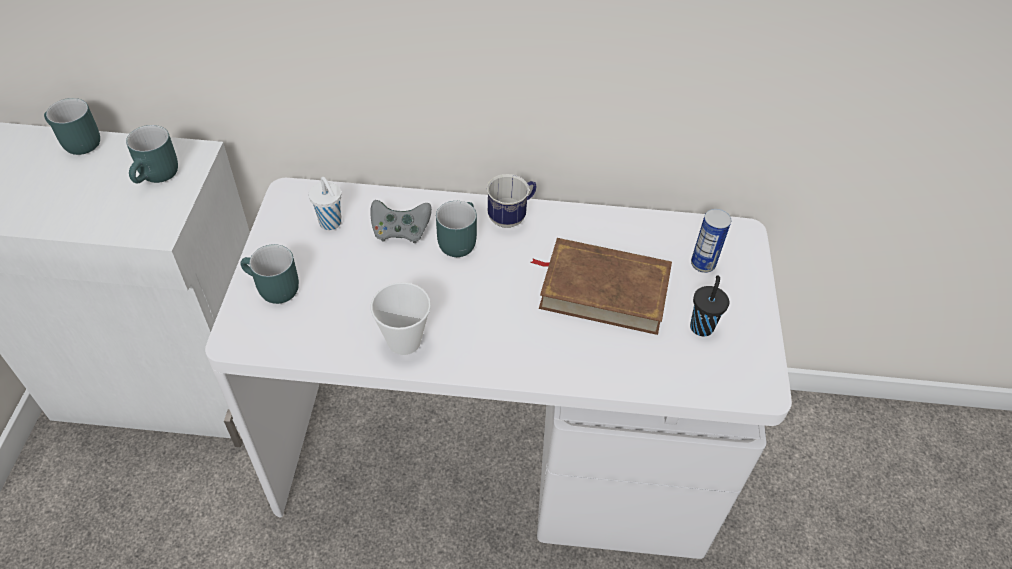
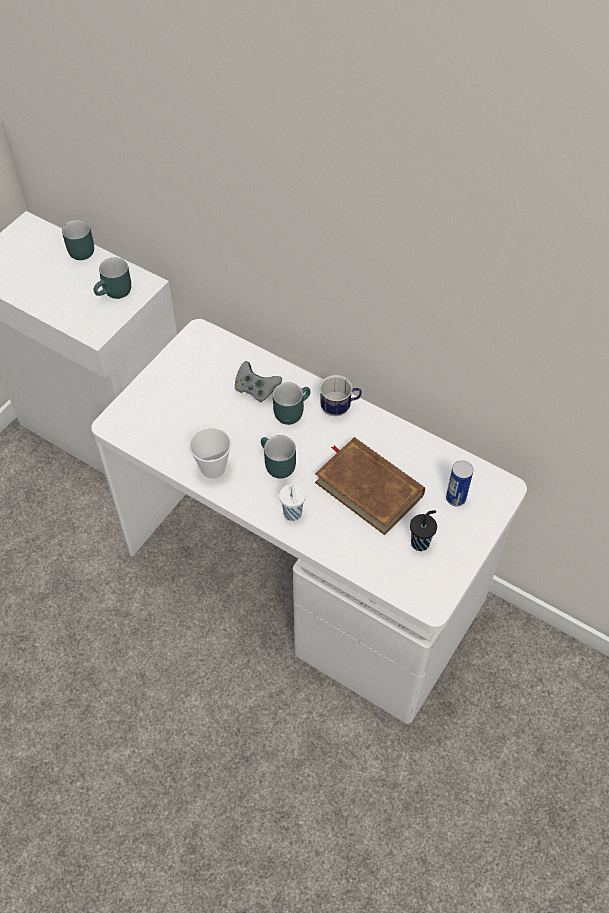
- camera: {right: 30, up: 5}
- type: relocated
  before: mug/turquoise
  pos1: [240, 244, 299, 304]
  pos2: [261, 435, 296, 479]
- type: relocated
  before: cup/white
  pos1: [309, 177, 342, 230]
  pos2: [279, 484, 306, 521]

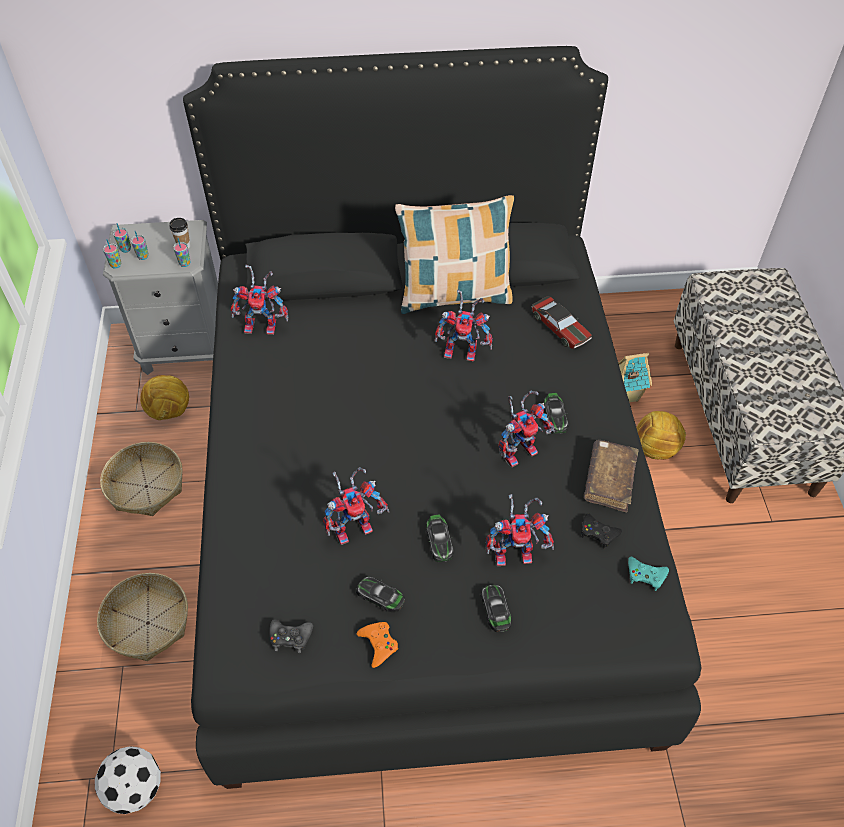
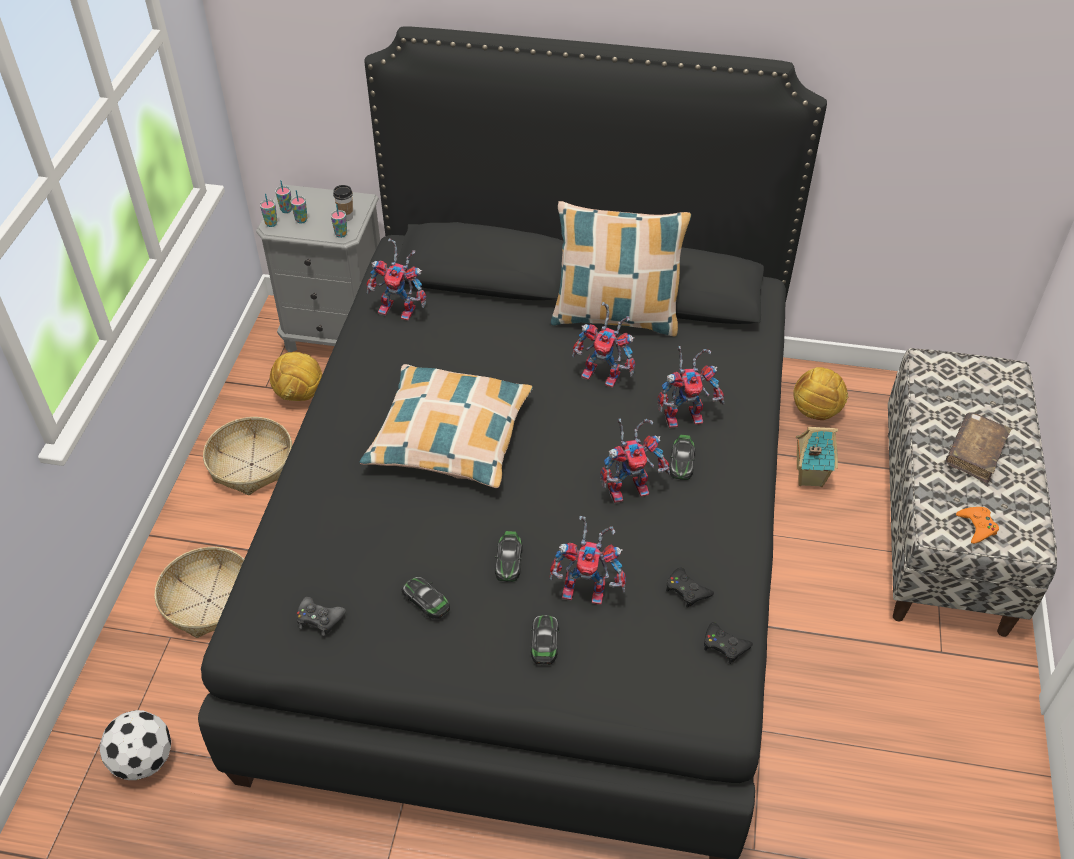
- camera: {right: 15, up: -5}
- type: relocated
  before: toy robot
  pos1: [323, 467, 389, 545]
  pos2: [658, 346, 724, 429]
- type: relocated
  before: game controller/orange
  pos1: [357, 622, 398, 668]
  pos2: [956, 507, 999, 544]
- type: missing
  before: toy car
  pos1: [532, 296, 592, 349]
- type: relocated
  before: book/brown
  pos1: [584, 440, 639, 512]
  pos2: [946, 412, 1011, 483]
- type: colour
  before: game controller/turquoise
  after: game controller/black
  pos1: [628, 557, 669, 591]
  pos2: [704, 622, 753, 664]
- type: relocated
  before: football
  pos1: [636, 411, 686, 460]
  pos2: [793, 367, 848, 420]
- type: appeared
  after: pillow
  pos2: [360, 364, 533, 488]

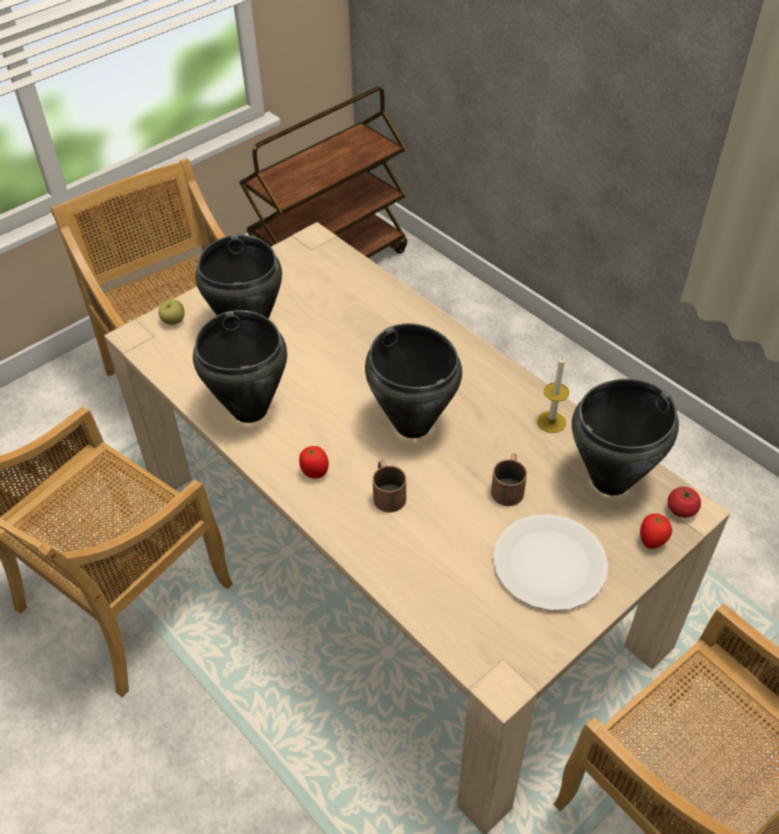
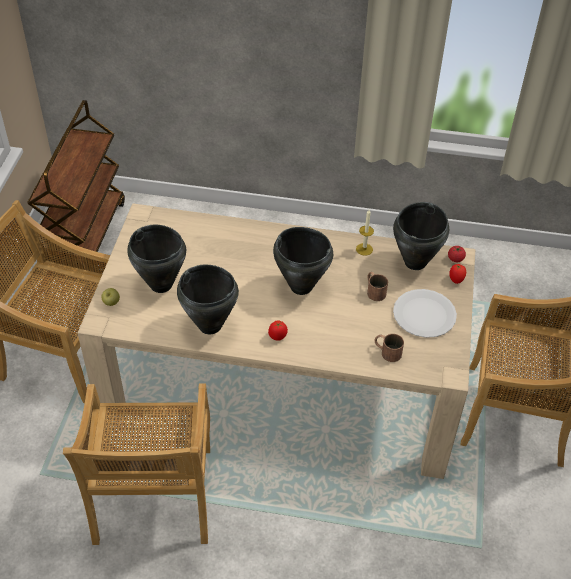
- camera: {right: -40, up: 0}
- type: relocated
  before: mug/brown
  pos1: [373, 460, 406, 512]
  pos2: [374, 334, 404, 362]

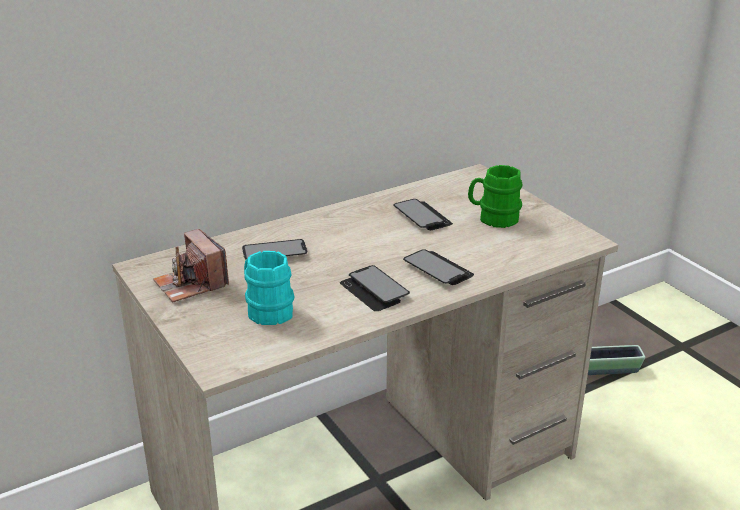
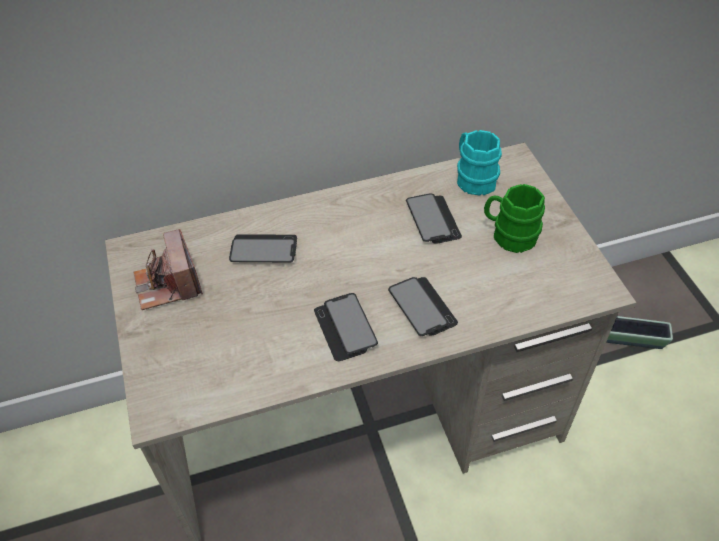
- camera: {right: 15, up: 20}
- type: relocated
  before: mug/turquoise
  pos1: [244, 251, 294, 325]
  pos2: [457, 130, 502, 196]

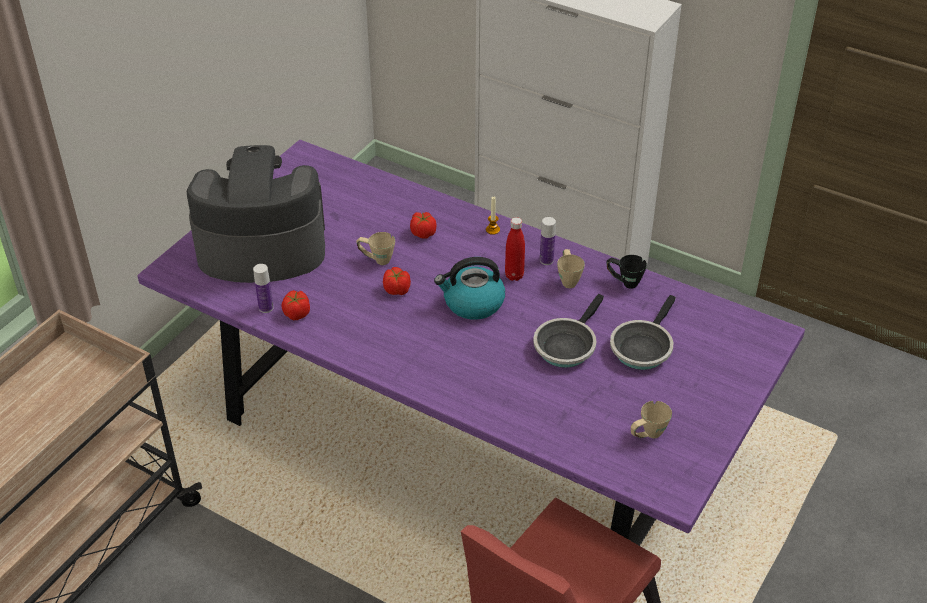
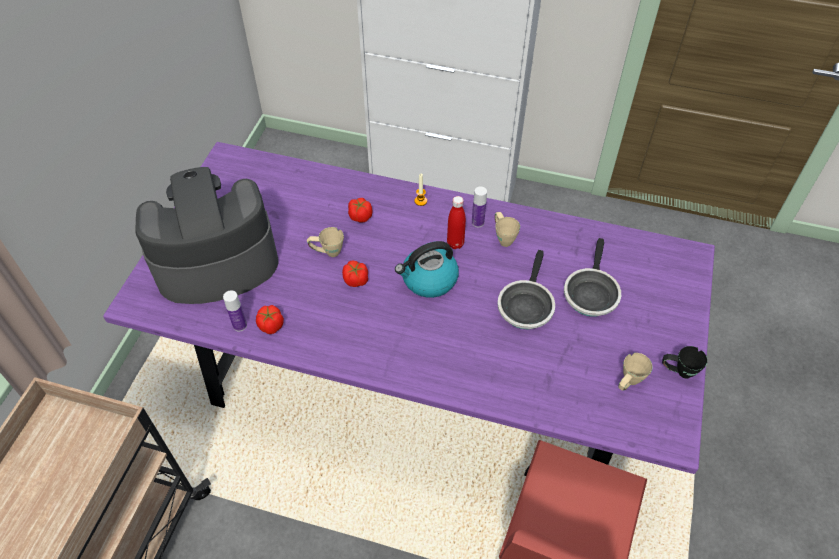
- camera: {right: -15, up: 10}
- type: relocated
  before: mug/black
  pos1: [606, 255, 647, 289]
  pos2: [662, 346, 707, 378]

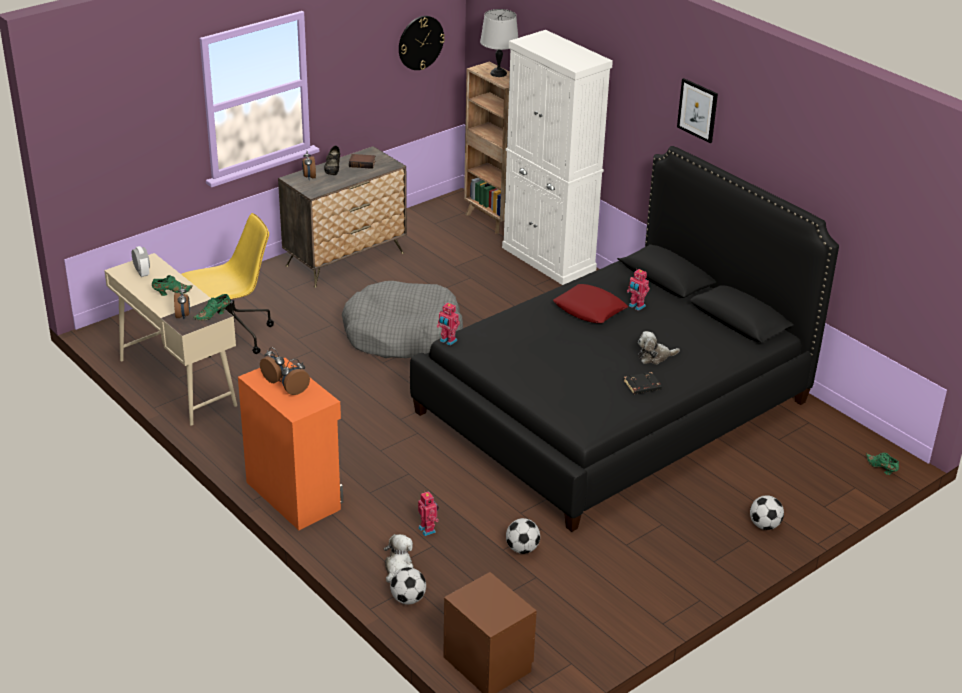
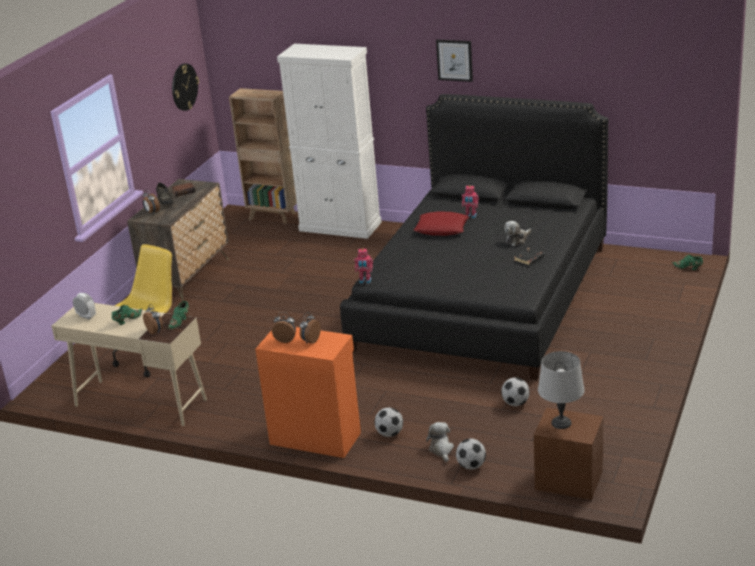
- camera: {right: -25, up: -5}
- type: missing
  before: dog bed/grey
  pos1: [342, 281, 463, 358]
- type: missing
  before: toy robot
  pos1: [418, 491, 439, 536]
- type: relocated
  before: table lamp/grey
  pos1: [480, 9, 518, 77]
  pos2: [538, 351, 584, 429]
- type: relocated
  before: football
  pos1: [750, 495, 784, 530]
  pos2: [375, 407, 403, 437]

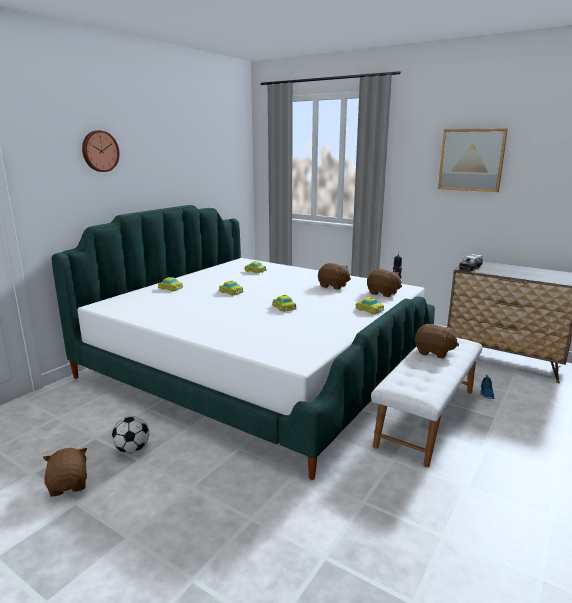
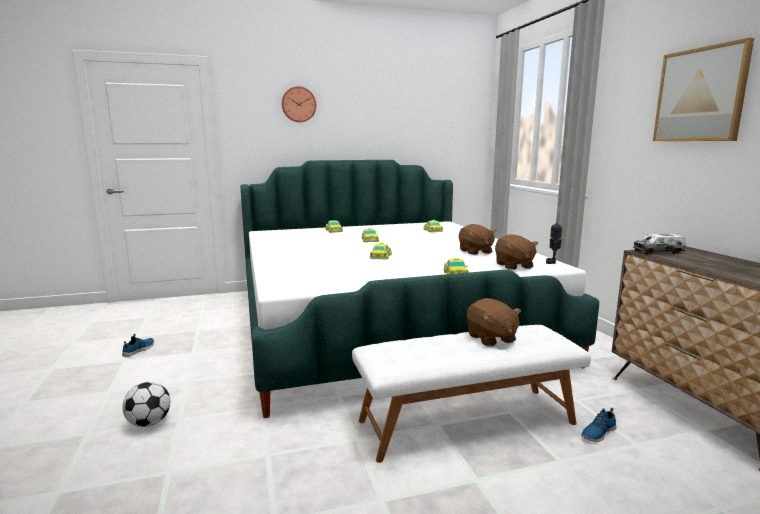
- camera: {right: 40, up: -5}
- type: exchanged
  before: plush toy/brown
  after: shoe
  pos1: [43, 448, 87, 496]
  pos2: [122, 334, 154, 357]
- type: relocated
  before: football
  pos1: [112, 416, 149, 453]
  pos2: [122, 382, 171, 427]

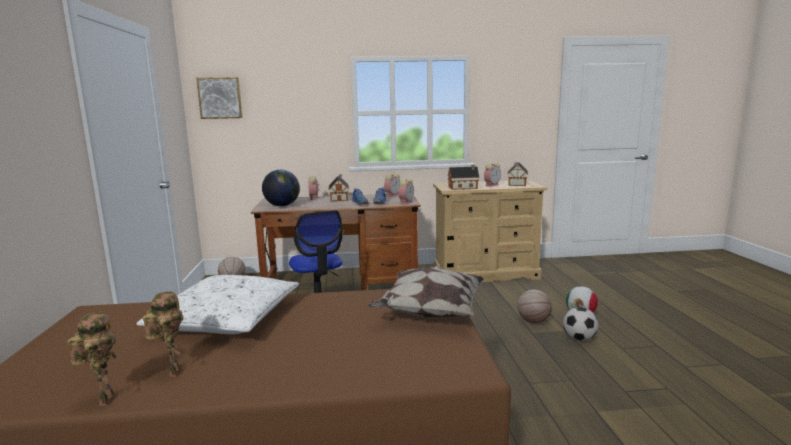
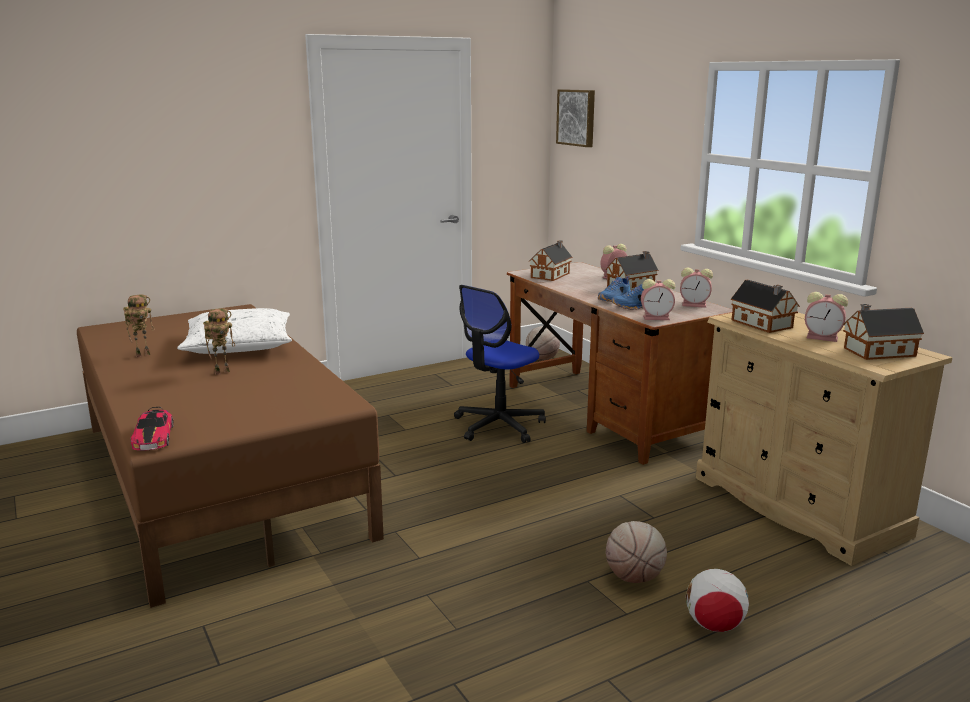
- camera: {right: 65, up: 5}
- type: relocated
  before: toy robot
  pos1: [67, 311, 117, 406]
  pos2: [203, 308, 235, 375]
- type: exchanged
  before: globe
  after: toy house
  pos1: [262, 170, 300, 206]
  pos2: [530, 240, 573, 281]
- type: missing
  before: pillow
  pos1: [368, 266, 484, 317]
- type: missing
  before: football
  pos1: [563, 307, 599, 341]
- type: appeared
  after: toy car
  pos2: [131, 407, 174, 451]

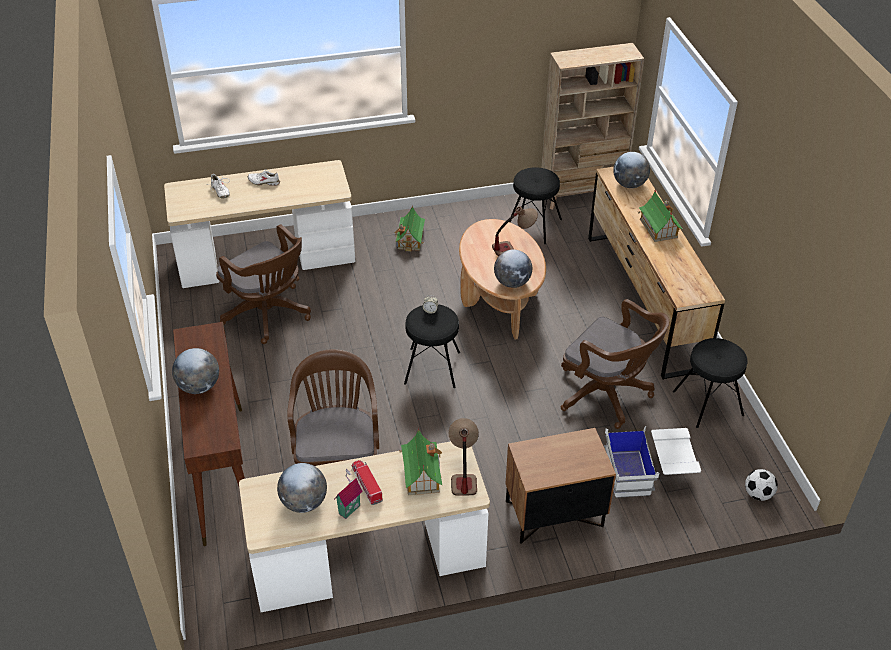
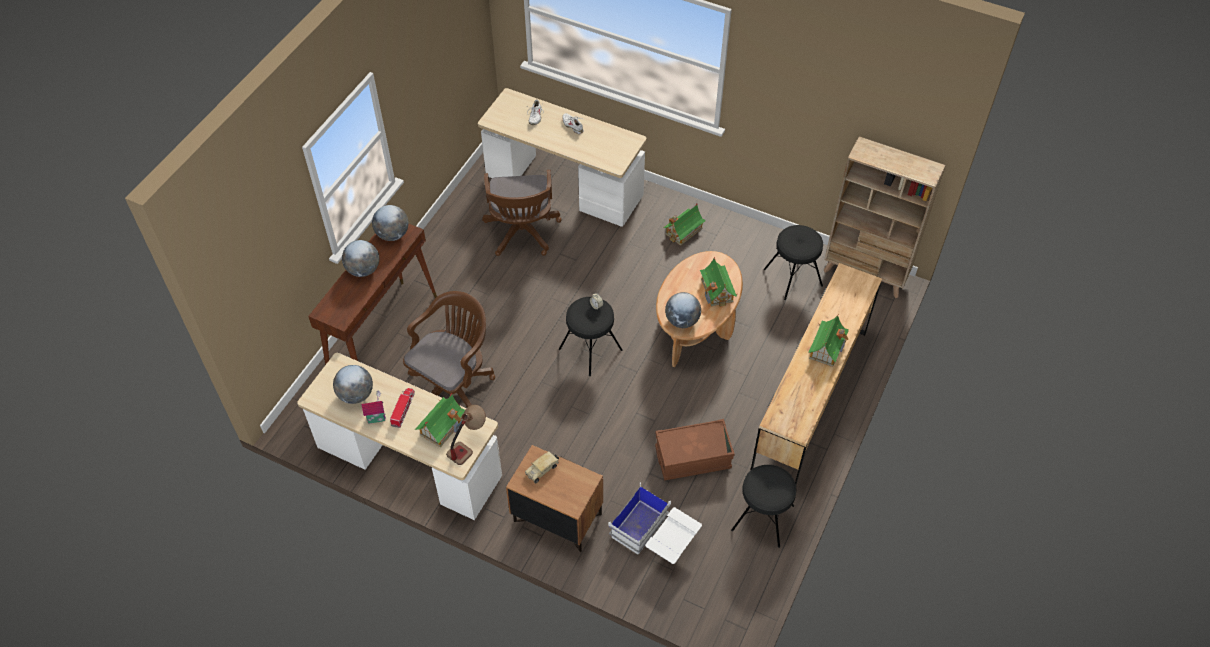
- camera: {right: 40, up: 10}
- type: exchanged
  before: table lamp
  after: toy house
  pos1: [492, 207, 538, 256]
  pos2: [700, 257, 737, 307]
- type: exchanged
  before: office chair/brown
  after: storage box/brown
  pos1: [561, 299, 669, 429]
  pos2: [655, 419, 735, 480]
- type: relocated
  before: globe
  pos1: [613, 152, 650, 188]
  pos2: [372, 205, 409, 241]
- type: missing
  before: football
  pos1: [745, 469, 778, 501]
- type: appeared
  after: toy truck
  pos2: [525, 451, 559, 484]

